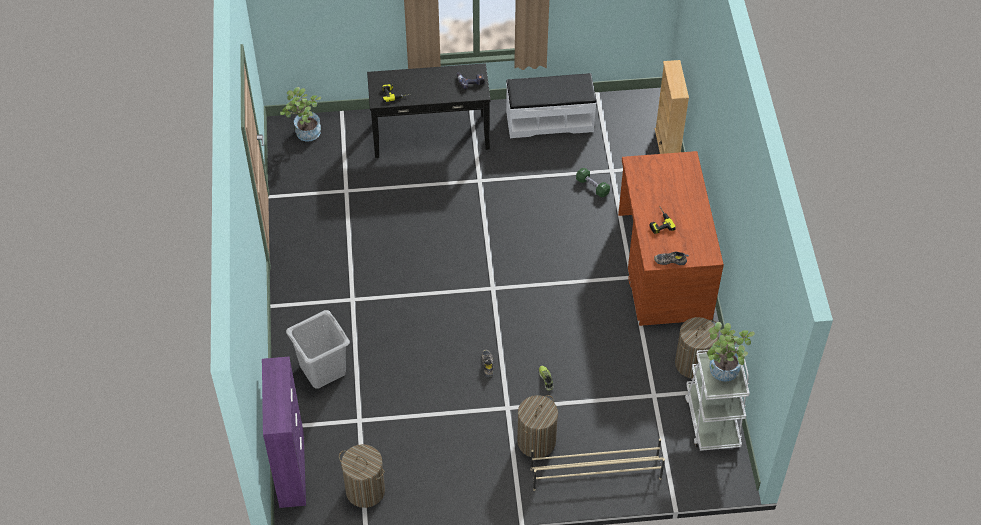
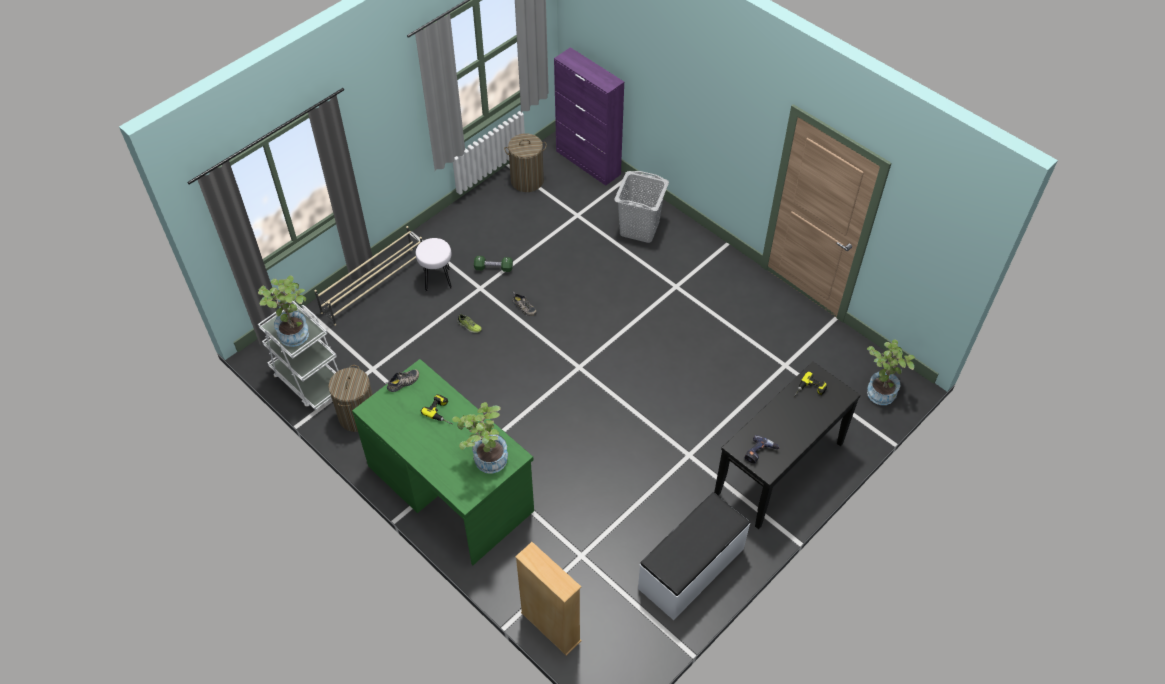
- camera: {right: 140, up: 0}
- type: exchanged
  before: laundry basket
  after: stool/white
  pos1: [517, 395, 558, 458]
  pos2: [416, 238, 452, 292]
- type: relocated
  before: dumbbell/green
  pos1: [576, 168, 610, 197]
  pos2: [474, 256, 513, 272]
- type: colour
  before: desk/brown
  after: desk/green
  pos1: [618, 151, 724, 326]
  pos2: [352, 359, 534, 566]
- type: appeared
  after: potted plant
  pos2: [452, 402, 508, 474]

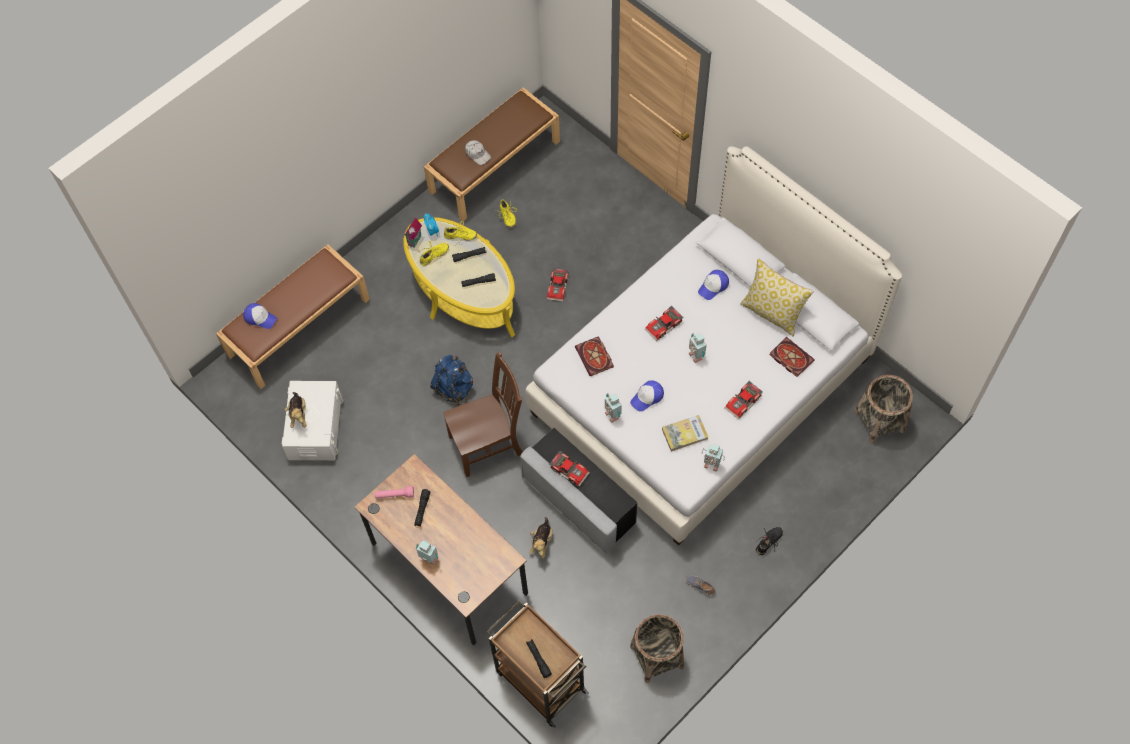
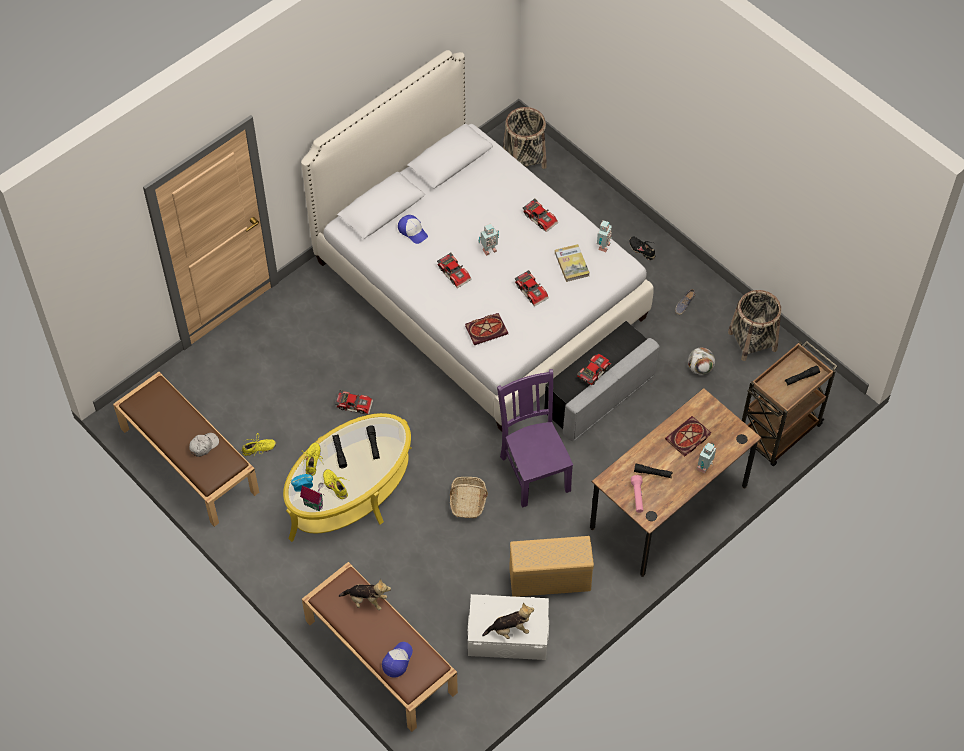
- camera: {right: -90, up: -5}
- type: exchanged
  before: backpack/blue
  after: basket
  pos1: [430, 355, 473, 405]
  pos2: [450, 477, 488, 518]
- type: colour
  before: chair/brown
  after: chair/purple
  pos1: [443, 351, 523, 477]
  pos2: [497, 369, 573, 508]
- type: relocated
  before: plush toy
  pos1: [529, 517, 553, 559]
  pos2: [339, 579, 391, 610]
- type: missing
  before: toy robot
  pos1: [605, 393, 622, 423]
- type: exchanged
  before: cap
  after: toy car
  pos1: [630, 380, 664, 412]
  pos2: [514, 270, 549, 306]
- type: missing
  before: pillow
  pos1: [741, 258, 814, 337]
- type: relocated
  before: book
  pos1: [769, 337, 815, 377]
  pos2: [665, 416, 711, 456]
- type: appeared
  after: storage box/beige
  pos2: [509, 536, 594, 597]
- type: appeared
  after: football
  pos2: [688, 348, 715, 375]

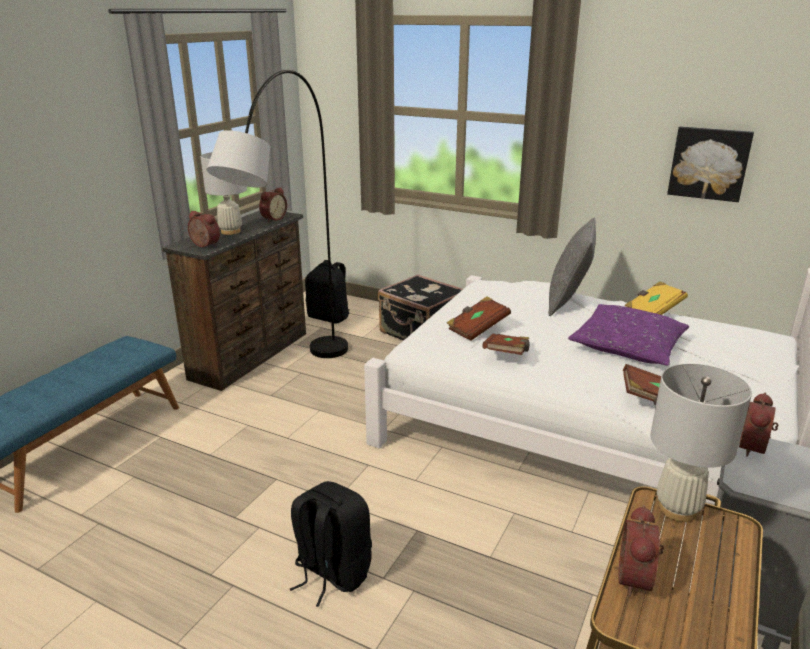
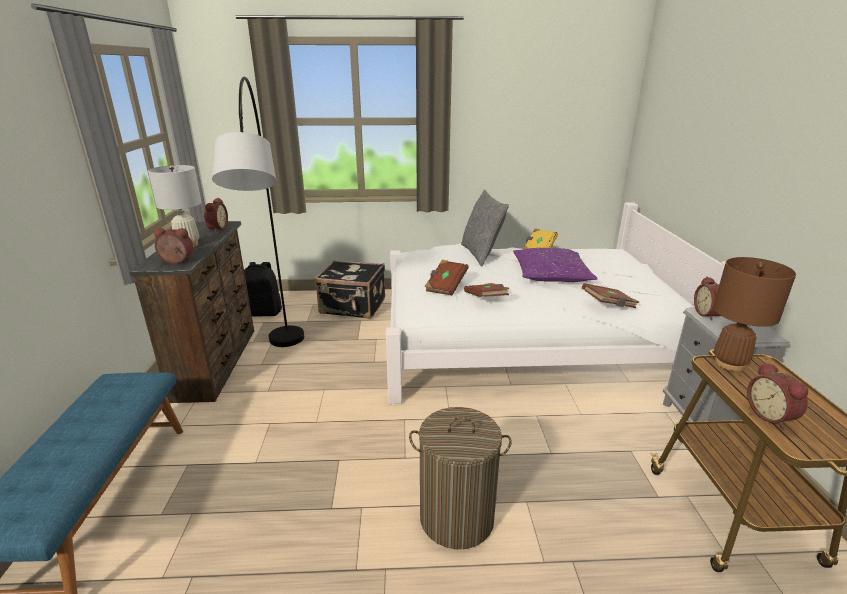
- camera: {right: -30, up: 0}
- type: exchanged
  before: backpack/black
  after: laundry basket
  pos1: [289, 481, 372, 607]
  pos2: [409, 407, 512, 550]
- type: colour
  before: table lamp/white
  after: table lamp/brown
  pos1: [650, 364, 752, 522]
  pos2: [713, 257, 796, 371]
- type: missing
  before: picture
  pos1: [667, 127, 754, 202]

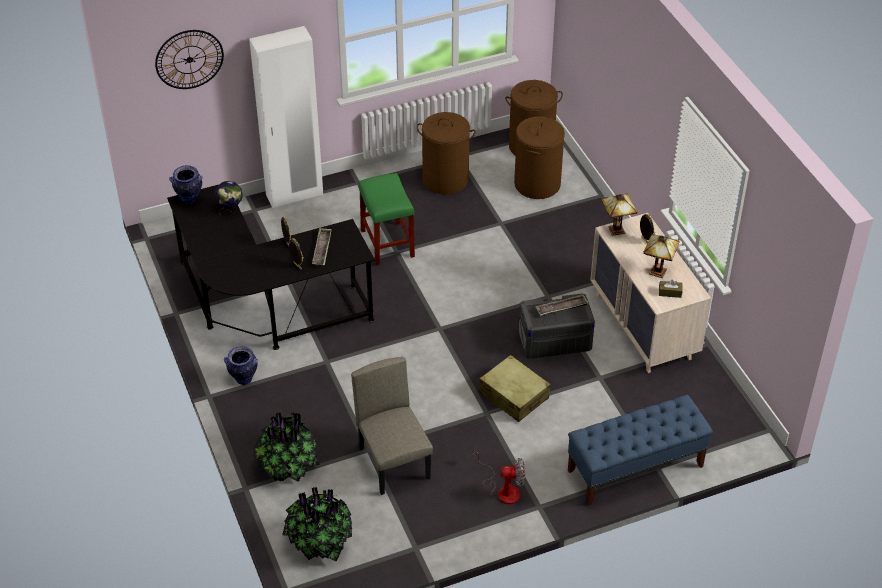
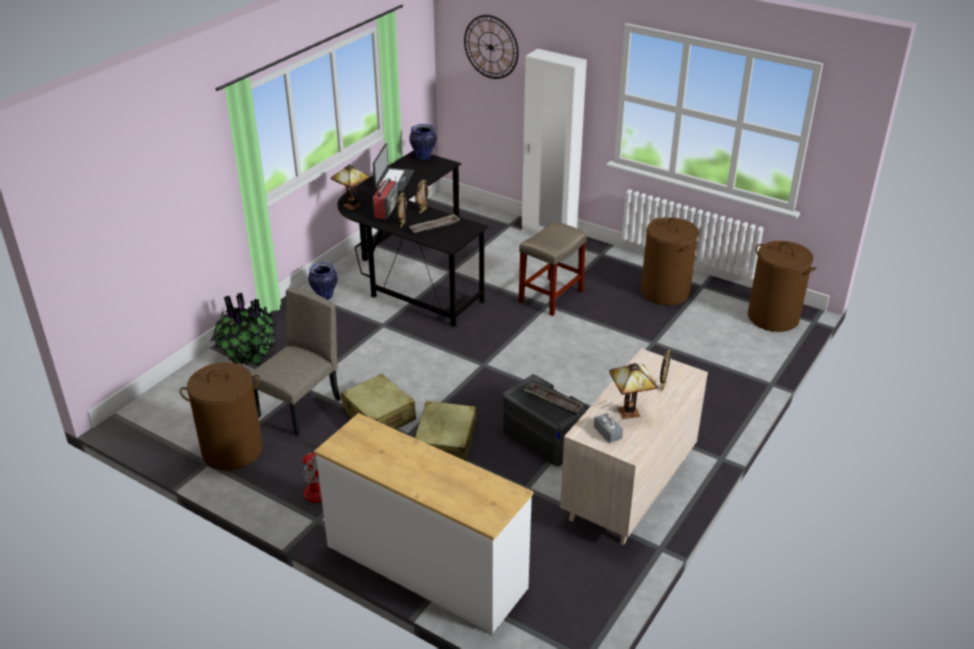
- camera: {right: 55, up: -10}
- type: missing
  before: globe
  pos1: [215, 181, 243, 215]
- type: missing
  before: potted plant
  pos1: [282, 487, 352, 562]
- type: colour
  before: stool/green
  after: stool/beige
  pos1: [358, 173, 415, 266]
  pos2: [519, 221, 587, 316]
- type: relocated
  before: laundry basket/brown
  pos1: [514, 116, 565, 199]
  pos2: [180, 362, 263, 471]
- type: exchanged
  before: bench/blue
  after: dresser/white
  pos1: [568, 395, 713, 505]
  pos2: [314, 413, 533, 634]
- type: relocated
  before: table lamp
  pos1: [601, 194, 638, 236]
  pos2: [331, 164, 370, 210]
- type: colour
  before: tissue box/brown
  after: tissue box/grey
  pos1: [659, 280, 683, 298]
  pos2: [594, 413, 623, 444]
- type: appeared
  after: suitcase/beige
  pos2: [341, 374, 416, 430]
- type: appeared
  after: radio
  pos2: [372, 176, 398, 219]
- type: appeared
  after: laptop
  pos2: [373, 143, 414, 192]

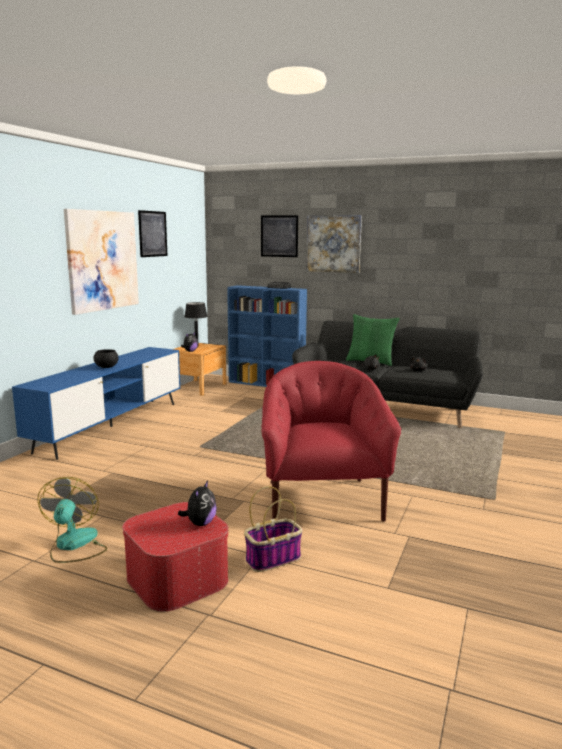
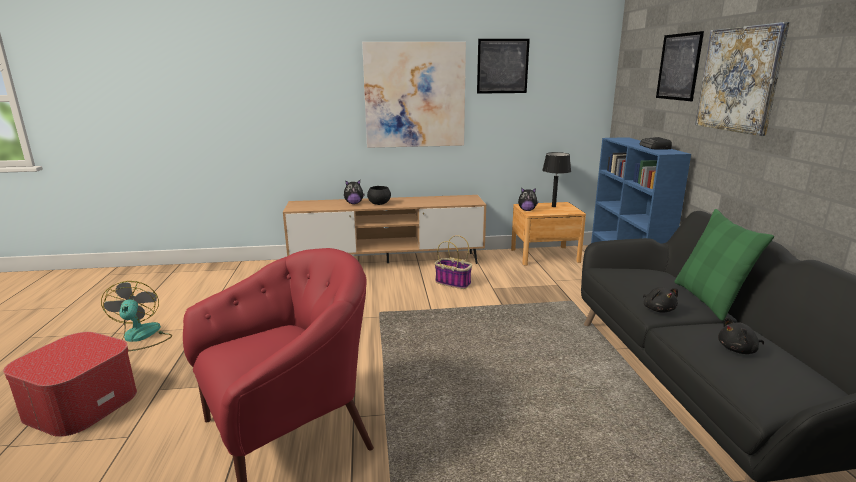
- camera: {right: 60, up: 5}
- type: colour
  before: tv stand/blue
  after: tv stand/brown
  pos1: [12, 347, 180, 460]
  pos2: [283, 195, 486, 264]
- type: spun
  before: fan
  pos1: [37, 477, 107, 563]
  pos2: [101, 281, 172, 351]
  turn: -75
- type: relocated
  before: plush toy
  pos1: [178, 481, 217, 526]
  pos2: [344, 180, 365, 204]
- type: relocated
  before: basket
  pos1: [244, 486, 303, 572]
  pos2: [435, 235, 472, 289]

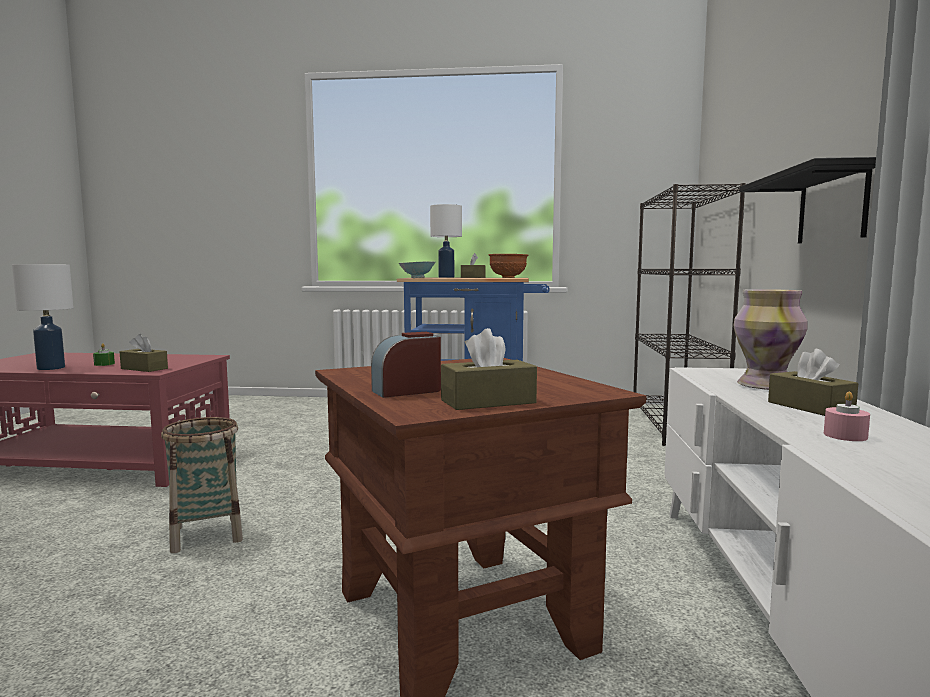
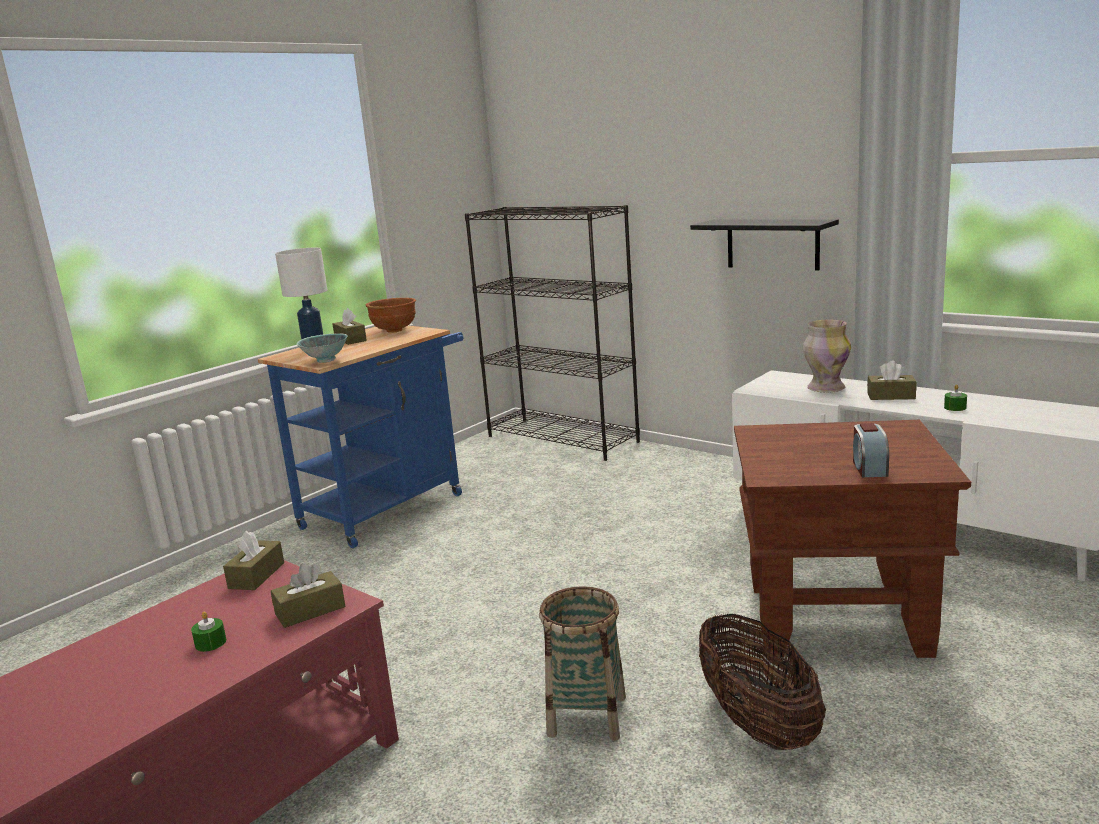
- camera: {right: -55, up: 10}
- type: missing
  before: table lamp/white
  pos1: [12, 264, 74, 370]
- type: relocated
  before: tissue box/brown
  pos1: [441, 328, 537, 410]
  pos2: [223, 530, 284, 590]
- type: colour
  before: candle/pink
  after: candle/green
  pos1: [824, 391, 870, 441]
  pos2: [944, 384, 967, 411]
- type: appeared
  after: basket
  pos2: [699, 613, 826, 750]

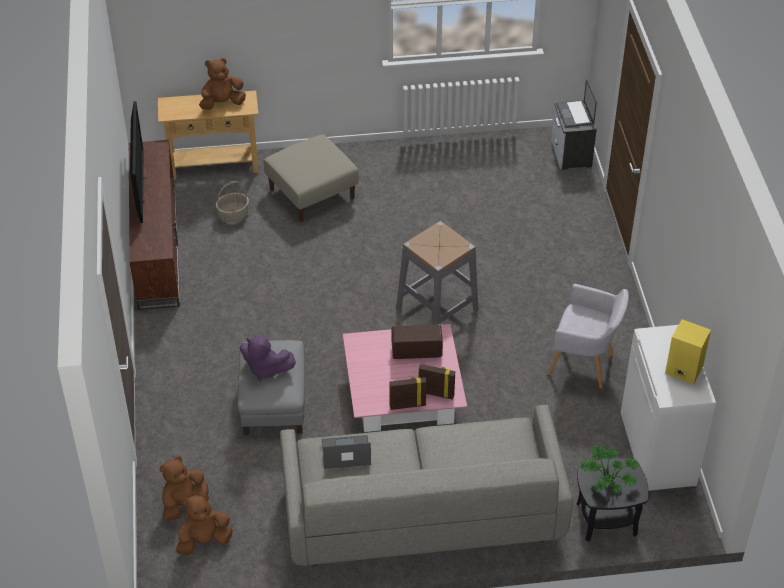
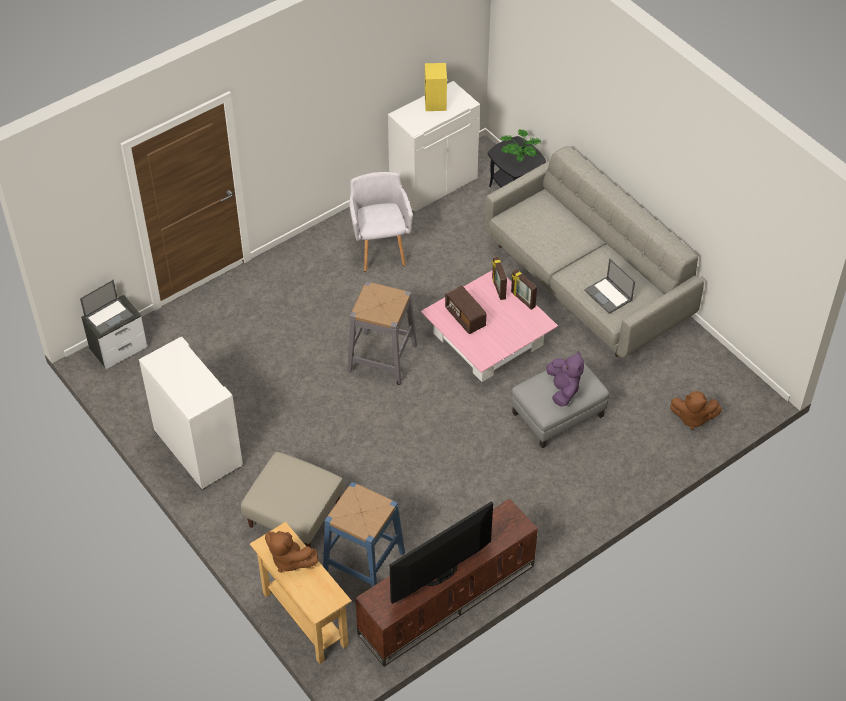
- camera: {right: -120, up: 5}
- type: missing
  before: plush toy/brown
  pos1: [176, 494, 233, 555]
- type: exchanged
  before: basket
  after: stool/blue
  pos1: [216, 181, 249, 222]
  pos2: [323, 482, 405, 587]
- type: appeared
  after: cabinet/white
  pos2: [139, 337, 243, 490]

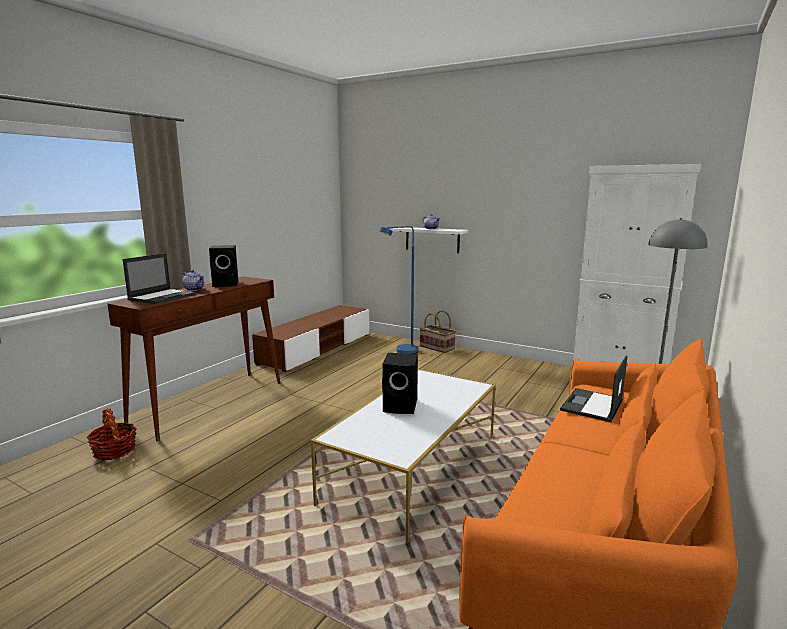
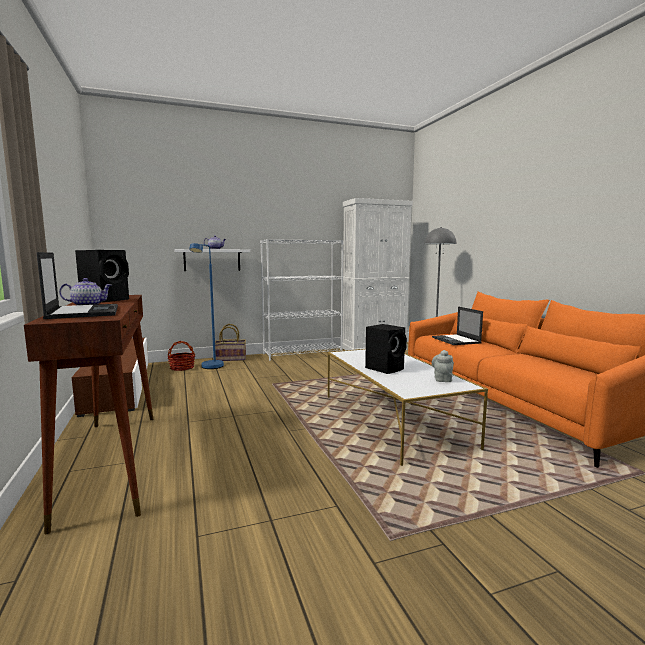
- camera: {right: -50, up: -5}
- type: relocated
  before: basket
  pos1: [87, 408, 137, 460]
  pos2: [168, 341, 195, 371]
- type: appeared
  after: bookcase/white
  pos2: [260, 239, 343, 361]
- type: appeared
  after: teapot/grey
  pos2: [432, 350, 454, 382]

